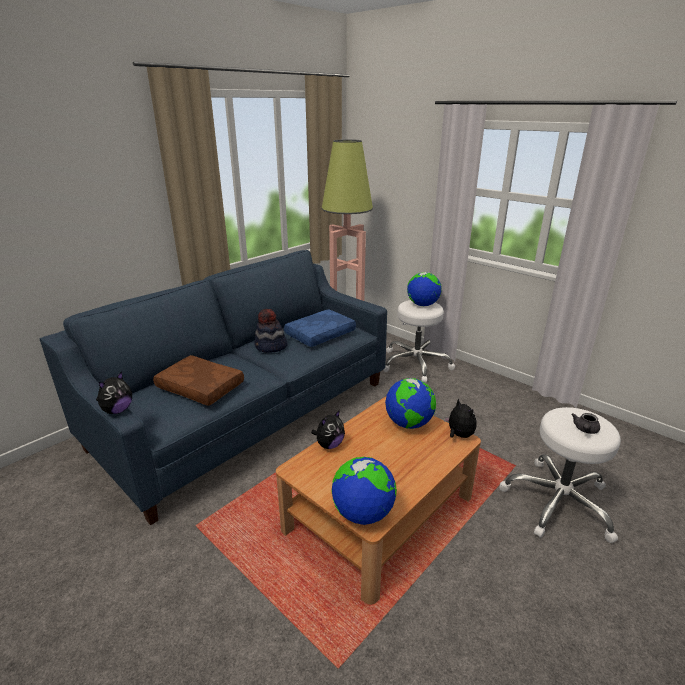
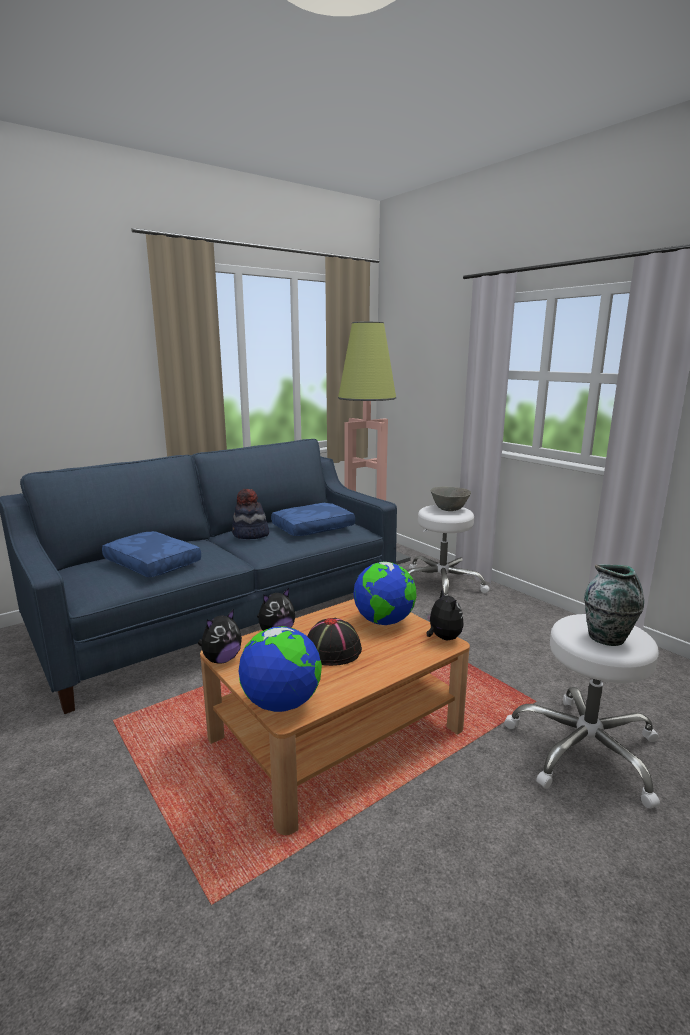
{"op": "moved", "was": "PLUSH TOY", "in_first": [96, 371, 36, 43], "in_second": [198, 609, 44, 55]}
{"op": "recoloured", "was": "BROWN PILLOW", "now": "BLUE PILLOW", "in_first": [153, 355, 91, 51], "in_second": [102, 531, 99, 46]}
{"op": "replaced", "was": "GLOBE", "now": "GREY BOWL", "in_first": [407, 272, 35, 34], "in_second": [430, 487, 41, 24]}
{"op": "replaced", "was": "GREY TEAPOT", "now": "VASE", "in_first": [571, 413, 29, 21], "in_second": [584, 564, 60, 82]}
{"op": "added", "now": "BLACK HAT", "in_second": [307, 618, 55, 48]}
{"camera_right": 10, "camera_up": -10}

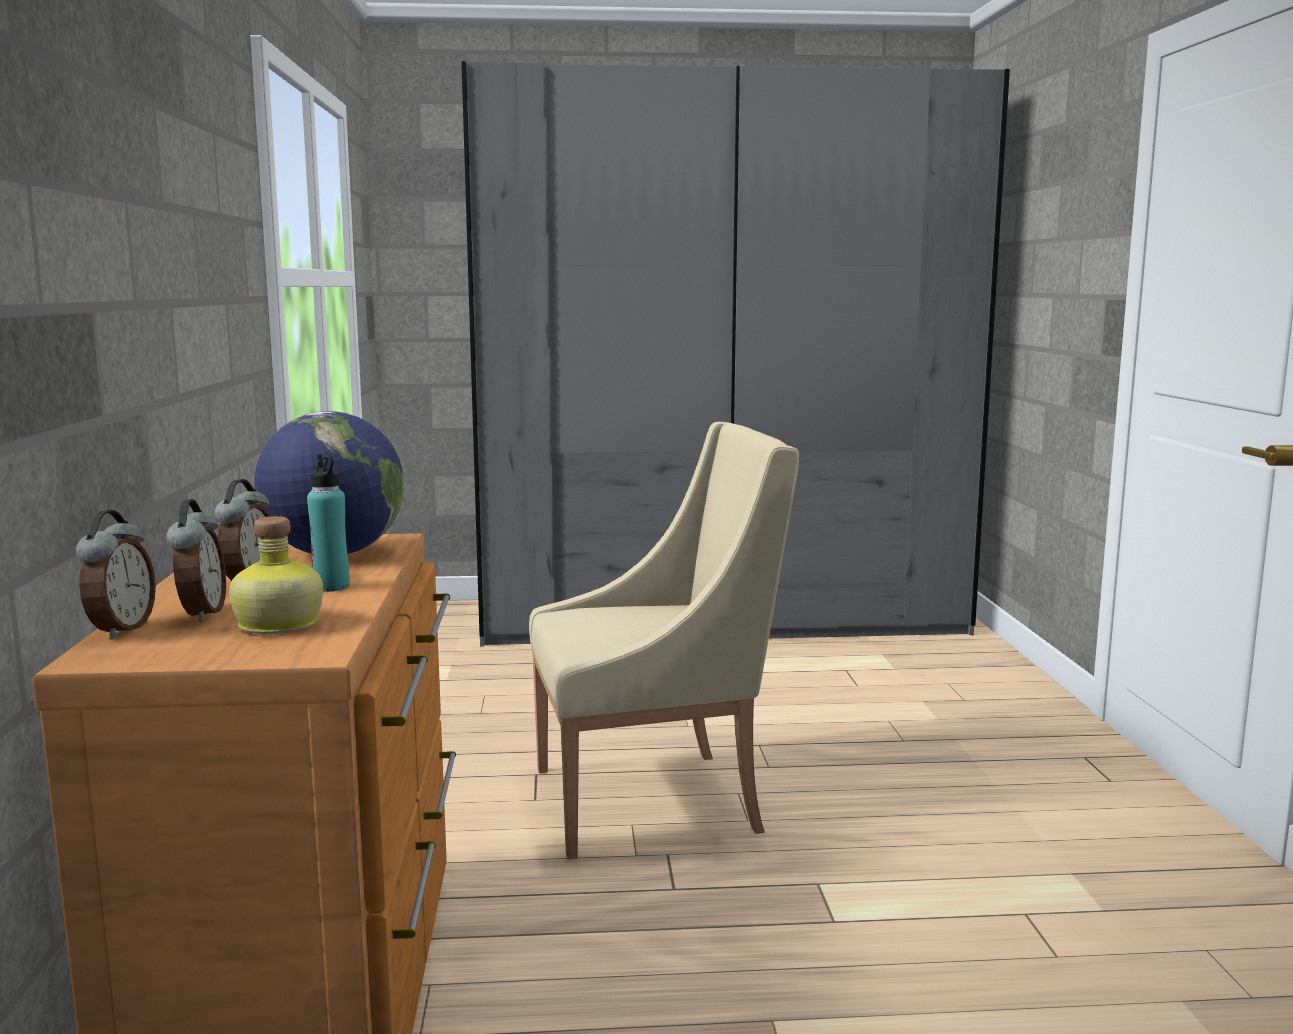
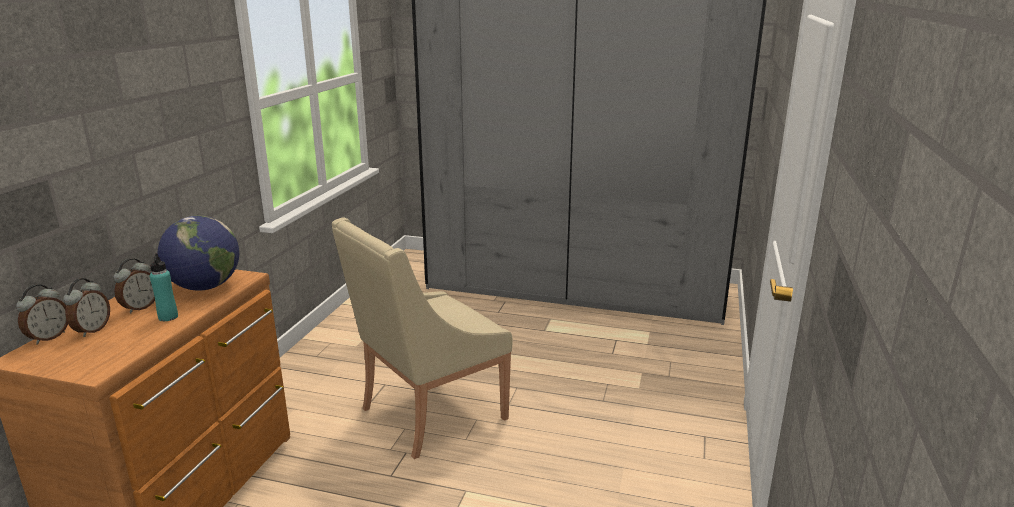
{"op": "removed", "was": "BOTTLE", "in_first": [229, 516, 94, 118]}
{"op": "turned", "was": "BEIGE ARMCHAIR", "in_first": [529, 422, 270, 438], "in_second": [332, 217, 181, 242], "clockwise": 135}
{"camera_right": 20, "camera_up": 10}

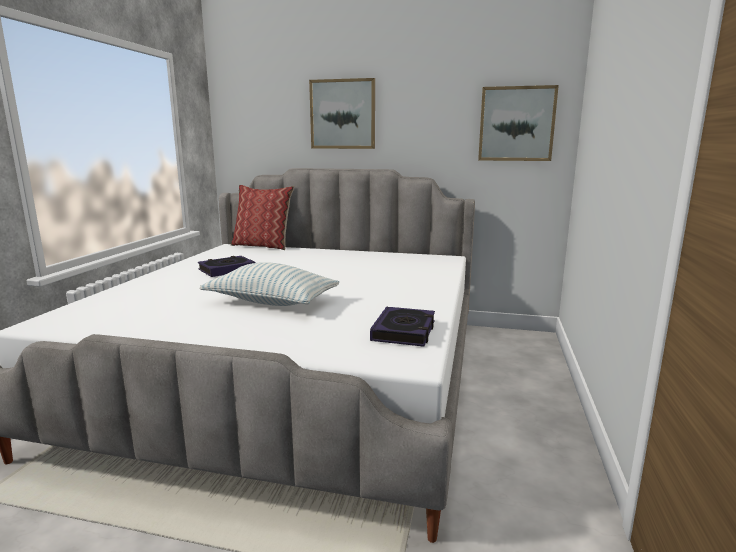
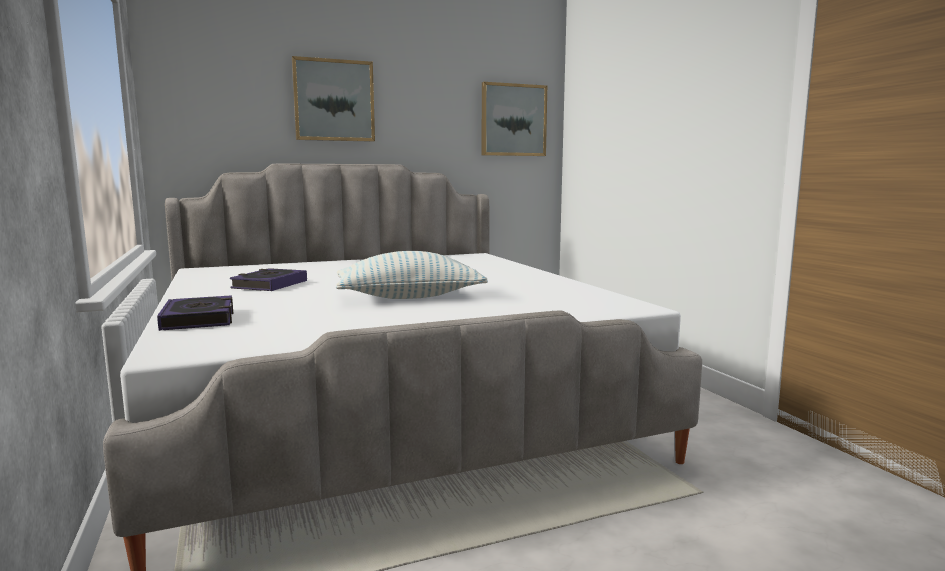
{"op": "removed", "was": "PILLOW", "in_first": [231, 185, 63, 65]}
{"op": "moved", "was": "BOOK", "in_first": [370, 307, 65, 40], "in_second": [157, 296, 76, 35]}
{"camera_right": -35, "camera_up": -5}

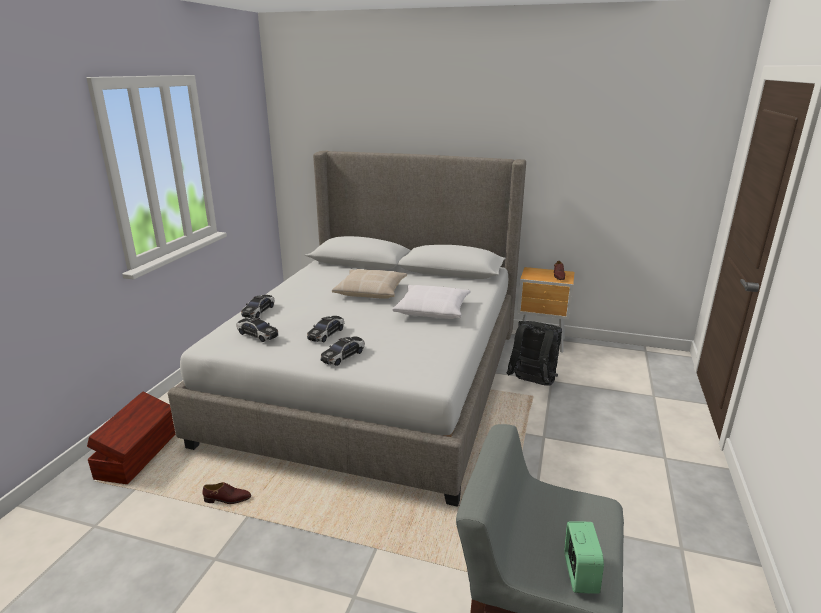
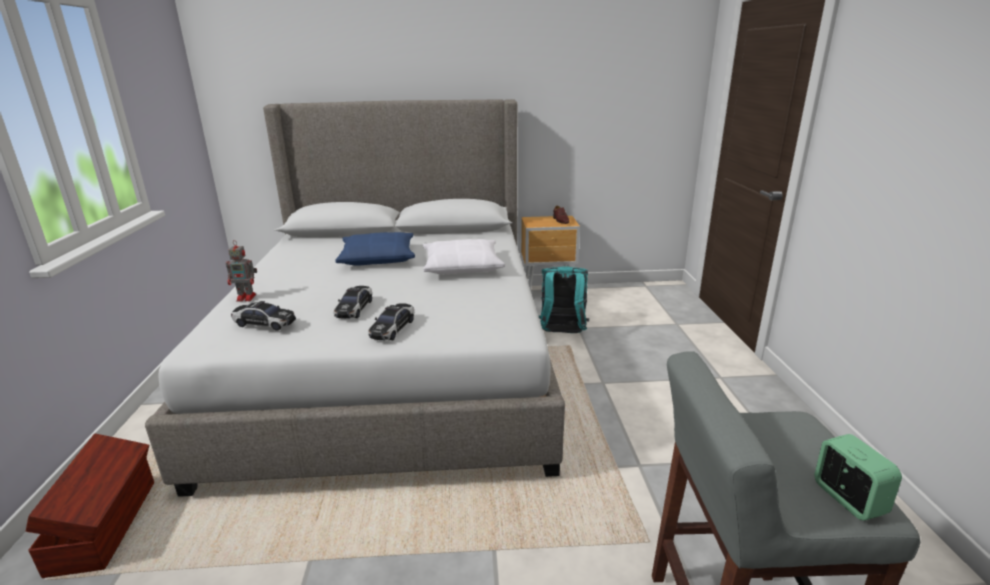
{"op": "removed", "was": "BROWN SHOE", "in_first": [202, 482, 49, 22]}
{"op": "replaced", "was": "TOY CAR", "now": "TOY ROBOT", "in_first": [241, 295, 33, 23], "in_second": [226, 240, 31, 62]}
{"op": "recoloured", "was": "BEIGE PILLOW", "now": "BLUE PILLOW", "in_first": [332, 269, 75, 30], "in_second": [335, 232, 80, 33]}
{"op": "recoloured", "was": "BLACK BACKPACK", "now": "TURQUOISE BACKPACK", "in_first": [507, 321, 55, 65], "in_second": [539, 266, 50, 67]}
{"camera_right": -20, "camera_up": 0}

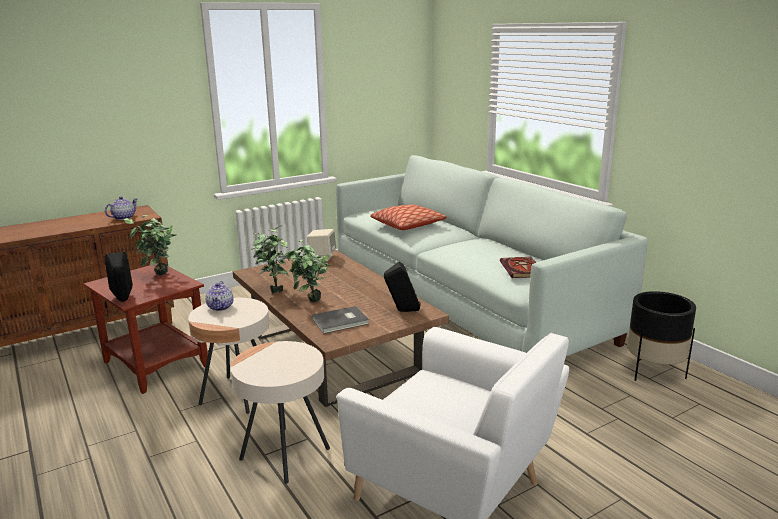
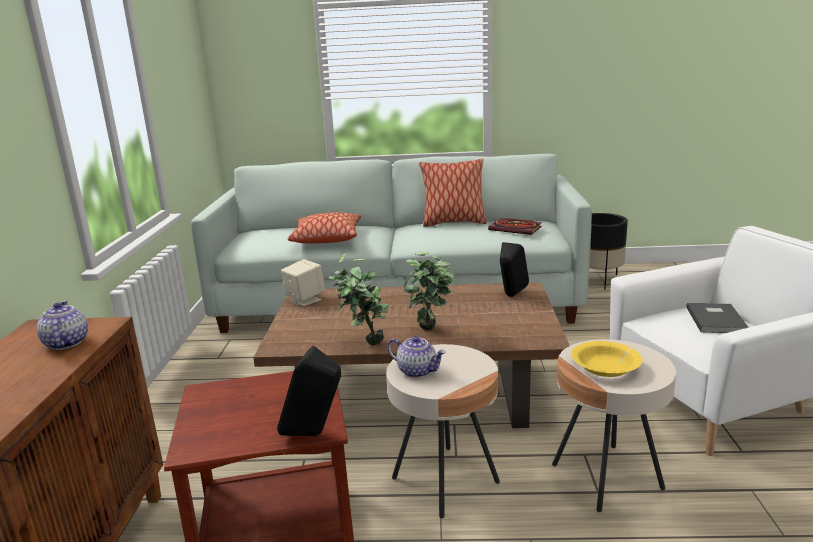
{"op": "removed", "was": "POTTED PLANT", "in_first": [124, 215, 52, 60]}
{"op": "moved", "was": "GREY BOOK", "in_first": [312, 306, 57, 28], "in_second": [686, 303, 63, 30]}
{"op": "added", "now": "PILLOW", "in_second": [419, 159, 68, 68]}
{"op": "added", "now": "YELLOW BOWL", "in_second": [571, 341, 71, 36]}
{"camera_right": -55, "camera_up": 0}

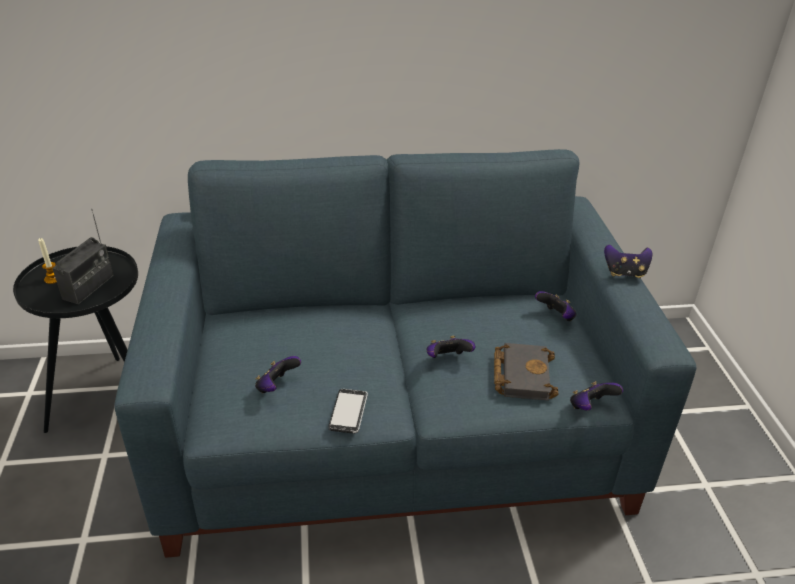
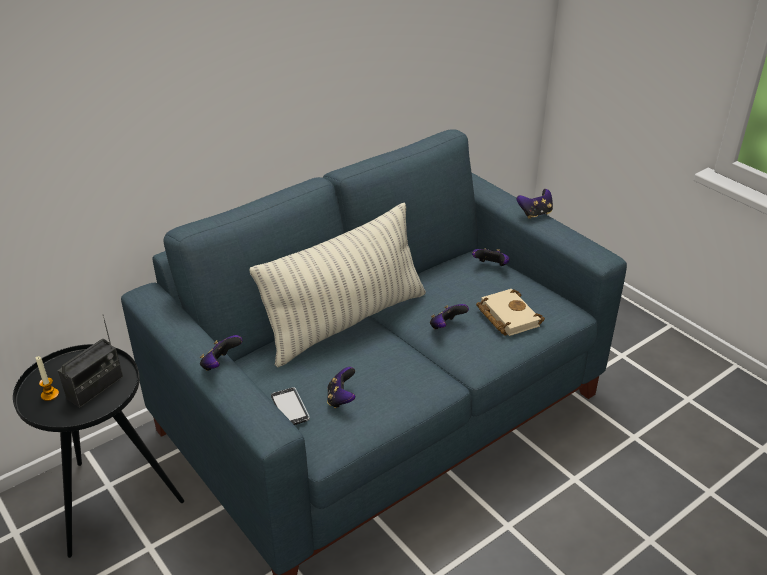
{"op": "turned", "was": "RADIO", "in_first": [52, 209, 62, 95], "in_second": [58, 314, 65, 93], "clockwise": 45}
{"op": "moved", "was": "PHONE", "in_first": [328, 389, 40, 45], "in_second": [271, 387, 39, 38]}
{"op": "recoloured", "was": "BLACK BOOK", "now": "BEIGE BOOK", "in_first": [494, 343, 64, 58], "in_second": [476, 289, 69, 47]}
{"op": "moved", "was": "GAME CONTROLLER", "in_first": [570, 381, 53, 30], "in_second": [200, 335, 42, 36]}
{"op": "added", "now": "PILLOW", "in_second": [249, 202, 177, 165]}
{"camera_right": -30, "camera_up": 0}

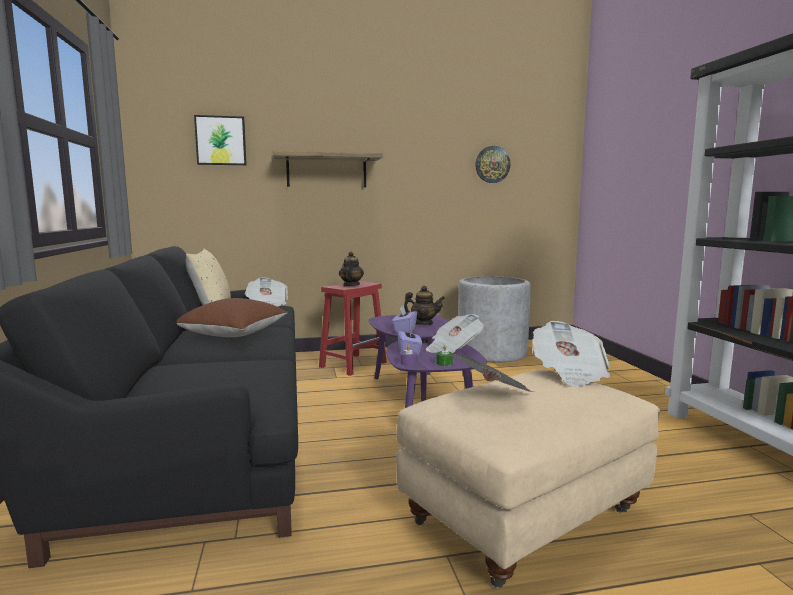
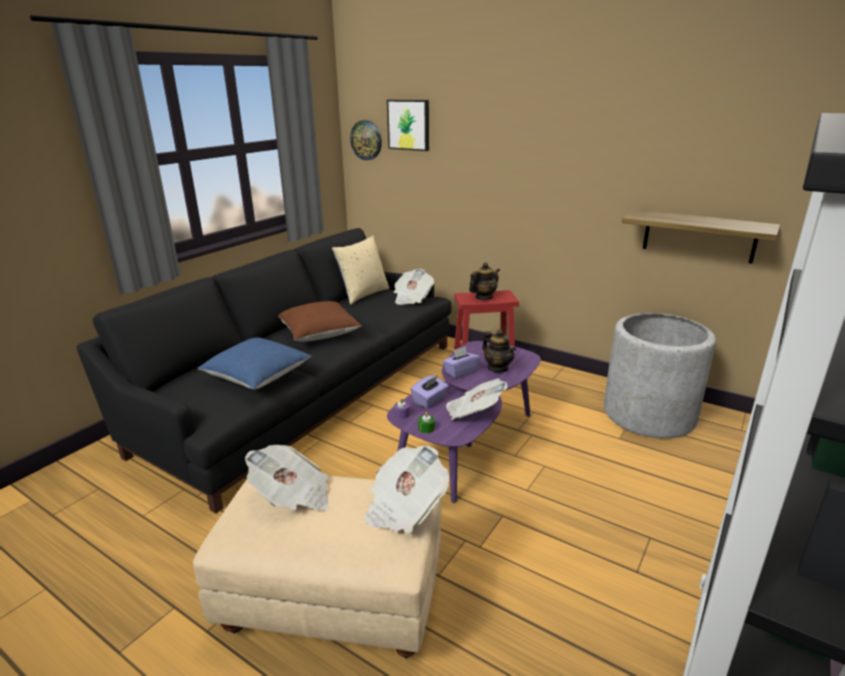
{"op": "moved", "was": "SHELF", "in_first": [273, 151, 110, 36], "in_second": [622, 209, 158, 55]}
{"op": "moved", "was": "WALL CLOCK", "in_first": [475, 146, 36, 37], "in_second": [350, 120, 32, 40]}
{"op": "added", "now": "BLUE PILLOW", "in_second": [198, 337, 113, 52]}
{"camera_right": 45, "camera_up": 15}

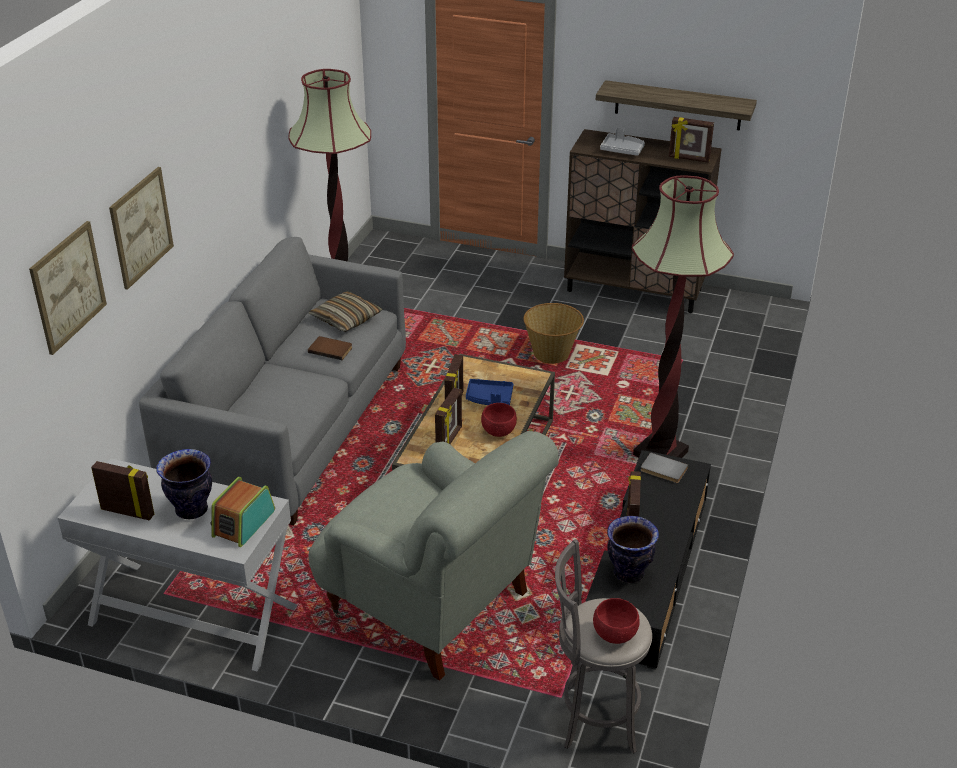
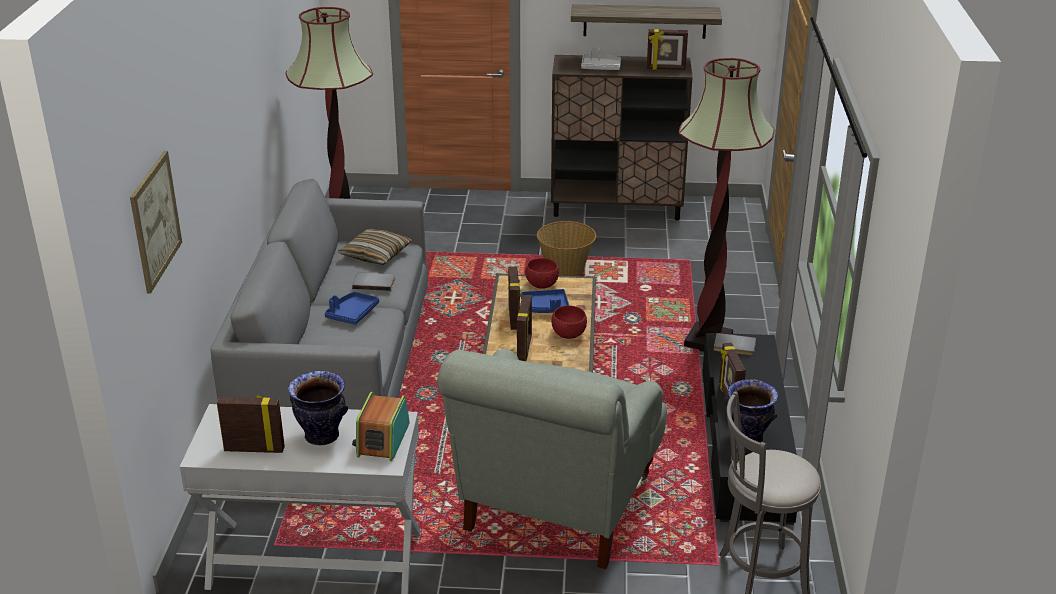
{"op": "removed", "was": "PICTURE", "in_first": [109, 167, 65, 123]}
{"op": "recoloured", "was": "BROWN BOOK", "now": "GREY BOOK", "in_first": [308, 336, 44, 24], "in_second": [352, 272, 43, 19]}
{"op": "turned", "was": "GREY ARMCHAIR", "in_first": [308, 431, 251, 250], "in_second": [437, 349, 230, 220], "clockwise": 90}
{"op": "moved", "was": "RED BOWL", "in_first": [593, 598, 47, 46], "in_second": [525, 258, 34, 31]}
{"op": "added", "now": "BLUE TRAY", "in_second": [324, 292, 55, 33]}
{"camera_right": -15, "camera_up": -5}

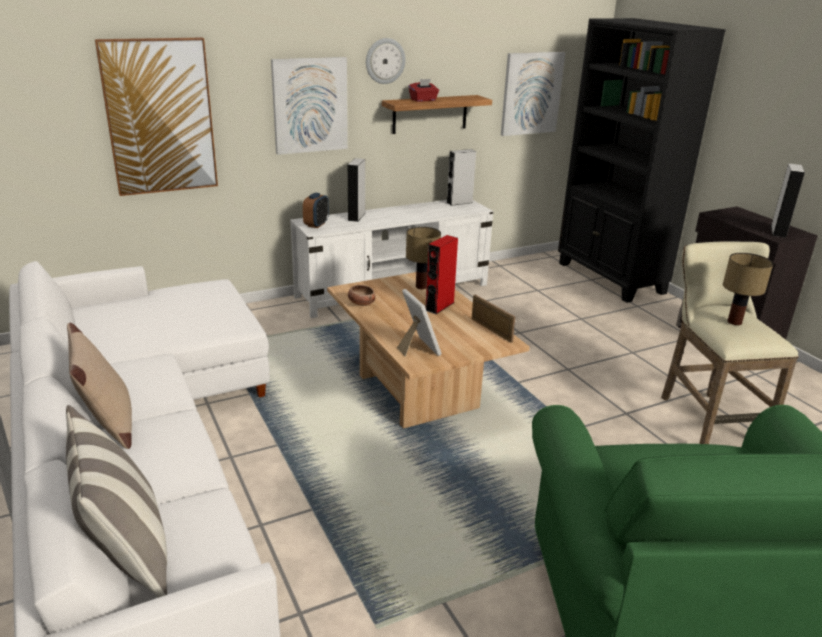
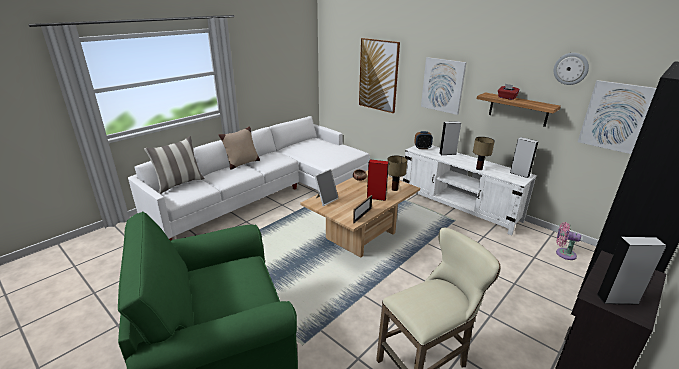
{"op": "moved", "was": "WALL CLOCK", "in_first": [366, 38, 40, 46], "in_second": [554, 53, 35, 32]}
{"op": "moved", "was": "TABLE LAMP", "in_first": [723, 253, 50, 72], "in_second": [473, 137, 22, 33]}
{"op": "added", "now": "PINK FAN", "in_second": [556, 222, 25, 38]}
{"camera_right": 70, "camera_up": 0}

